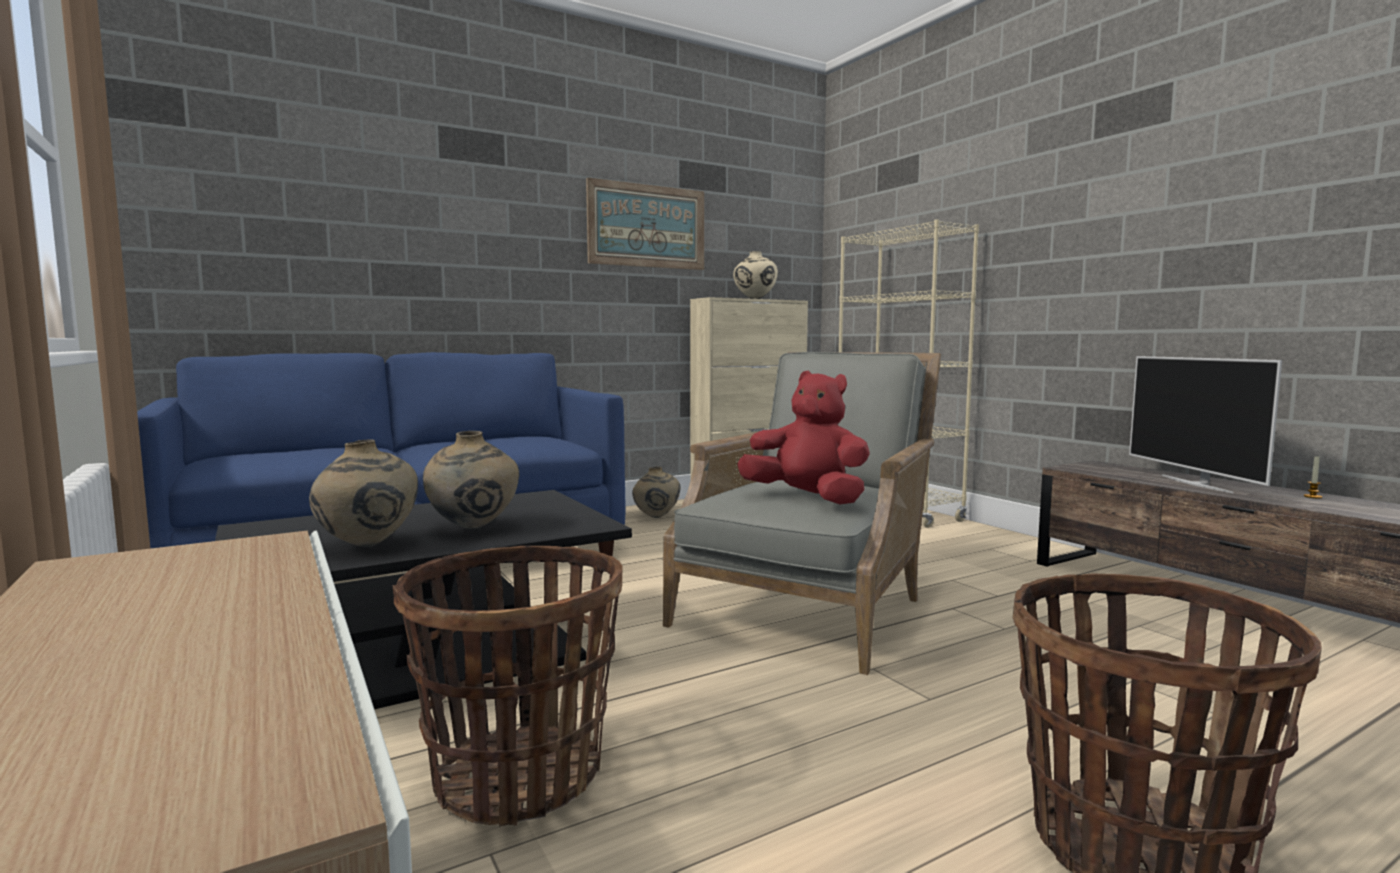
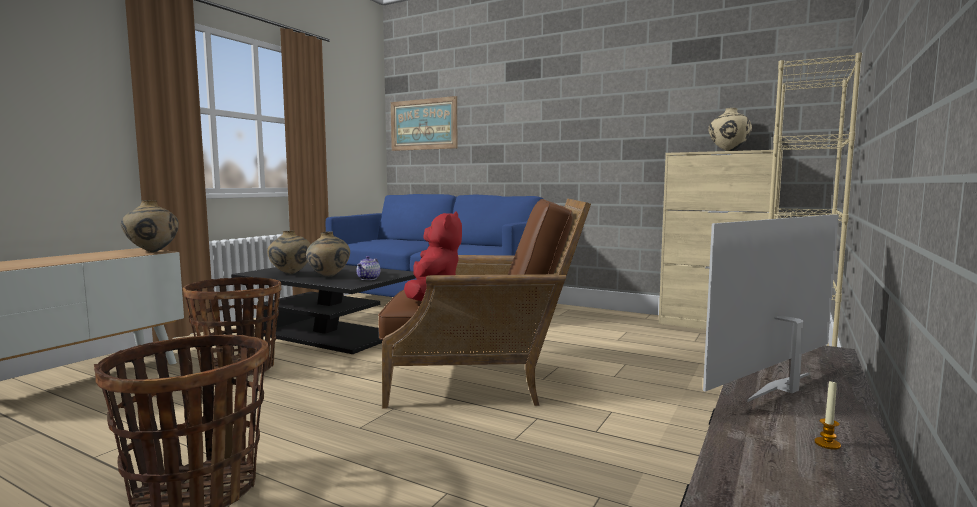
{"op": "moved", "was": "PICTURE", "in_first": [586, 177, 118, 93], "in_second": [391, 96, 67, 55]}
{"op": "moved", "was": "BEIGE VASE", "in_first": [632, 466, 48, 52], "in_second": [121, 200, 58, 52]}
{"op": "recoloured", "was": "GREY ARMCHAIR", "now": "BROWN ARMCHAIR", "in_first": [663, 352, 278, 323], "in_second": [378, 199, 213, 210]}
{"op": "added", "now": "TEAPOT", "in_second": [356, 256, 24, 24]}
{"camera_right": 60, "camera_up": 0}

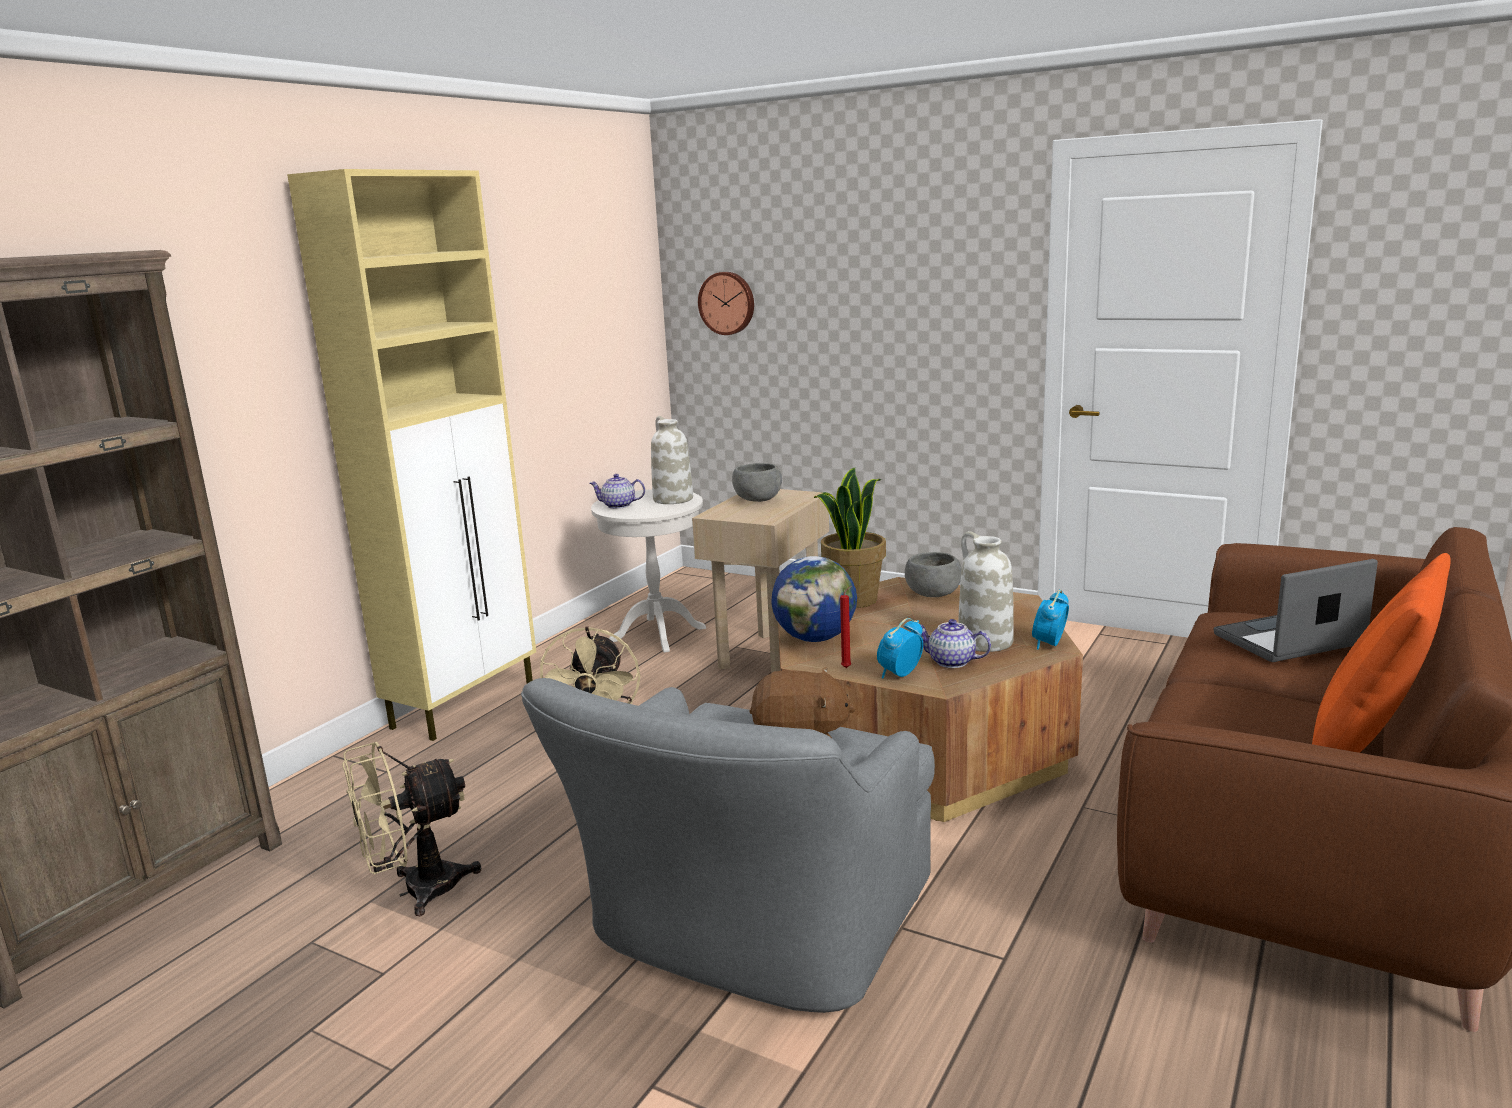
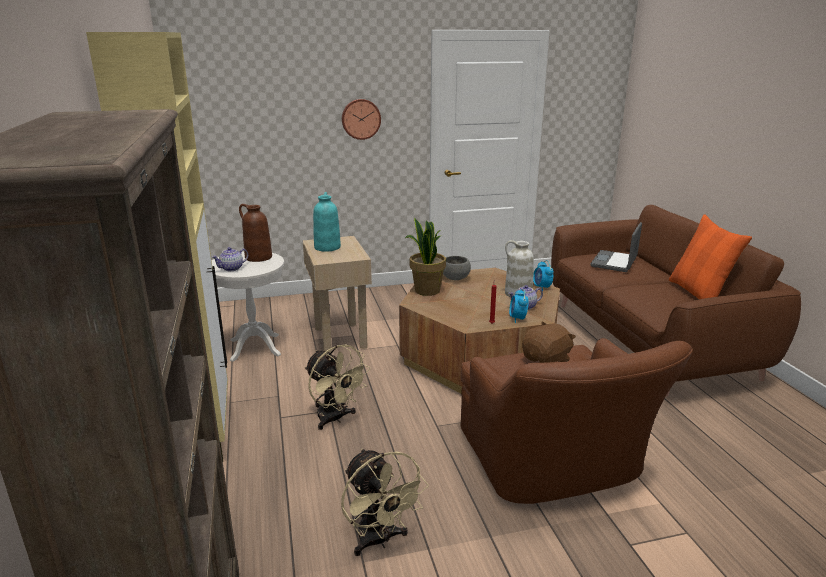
{"op": "turned", "was": "BEIGE FAN", "in_first": [342, 742, 140, 174], "in_second": [341, 449, 88, 107], "clockwise": -45}
{"op": "recoloured", "was": "GREY ARMCHAIR", "now": "BROWN ARMCHAIR", "in_first": [521, 678, 414, 335], "in_second": [461, 338, 232, 166]}
{"op": "recoloured", "was": "WHITE VASE", "now": "BROWN VASE", "in_first": [651, 416, 42, 88], "in_second": [239, 204, 33, 58]}
{"op": "moved", "was": "WALL CLOCK", "in_first": [698, 272, 56, 63], "in_second": [342, 99, 39, 41]}
{"op": "replaced", "was": "GREY BOWL", "now": "TURQUOISE VASE", "in_first": [732, 463, 50, 39], "in_second": [313, 192, 28, 60]}
{"op": "removed", "was": "GLOBE", "in_first": [771, 556, 86, 86]}
{"camera_right": -45, "camera_up": 5}

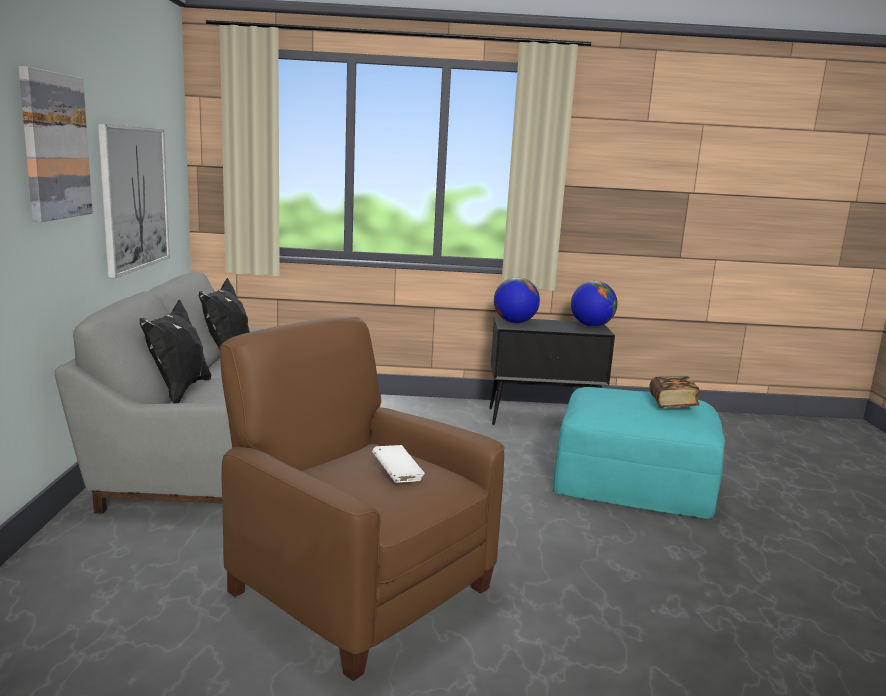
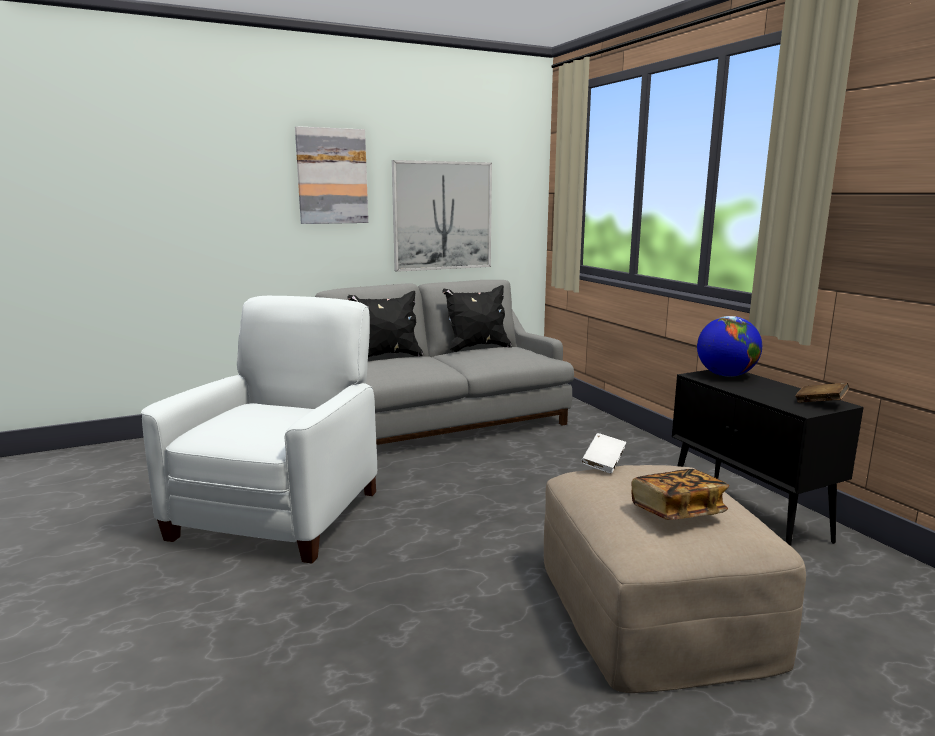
{"op": "recoloured", "was": "BROWN ARMCHAIR", "now": "WHITE ARMCHAIR", "in_first": [220, 316, 285, 365], "in_second": [141, 296, 236, 267]}
{"op": "moved", "was": "WHITE BOOK", "in_first": [372, 445, 53, 38], "in_second": [581, 433, 45, 40]}
{"op": "recoloured", "was": "TURQUOISE OTTOMAN", "now": "BEIGE OTTOMAN", "in_first": [553, 387, 172, 132], "in_second": [544, 465, 262, 228]}
{"op": "replaced", "was": "GLOBE", "now": "BROWN BOOK", "in_first": [571, 281, 47, 46], "in_second": [795, 383, 54, 20]}
{"camera_right": 65, "camera_up": 0}

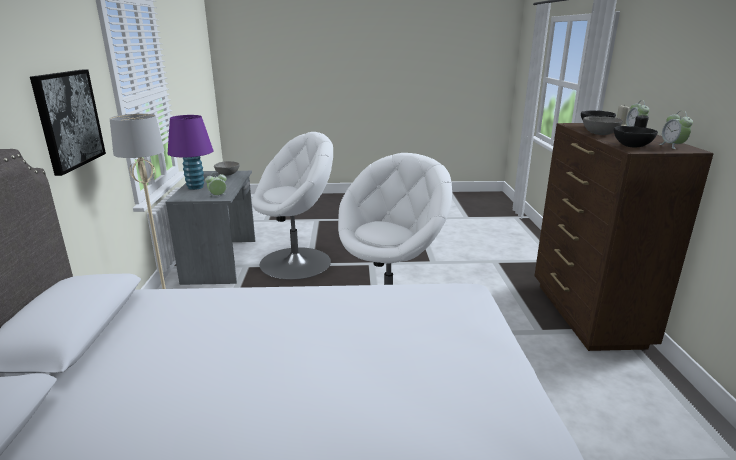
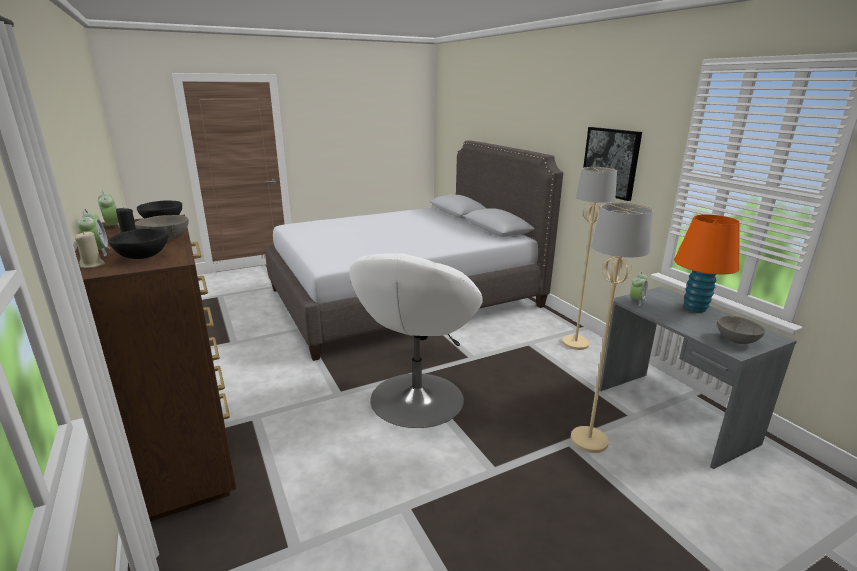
{"op": "recoloured", "was": "PURPLE TABLE LAMP", "now": "ORANGE TABLE LAMP", "in_first": [168, 115, 45, 75], "in_second": [674, 214, 66, 99]}
{"op": "replaced", "was": "WHITE ARMCHAIR", "now": "BEIGE FLOOR LAMP", "in_first": [251, 132, 82, 148], "in_second": [571, 203, 82, 250]}
{"camera_right": 155, "camera_up": 0}

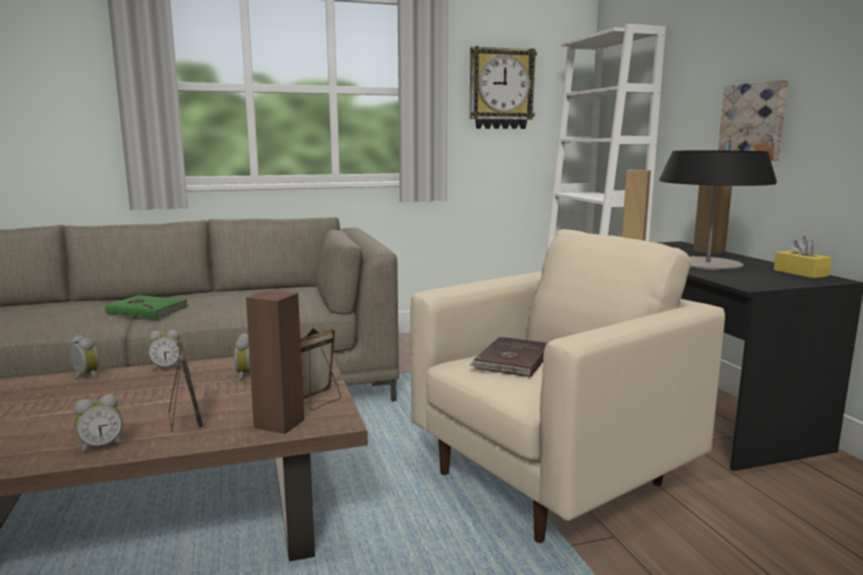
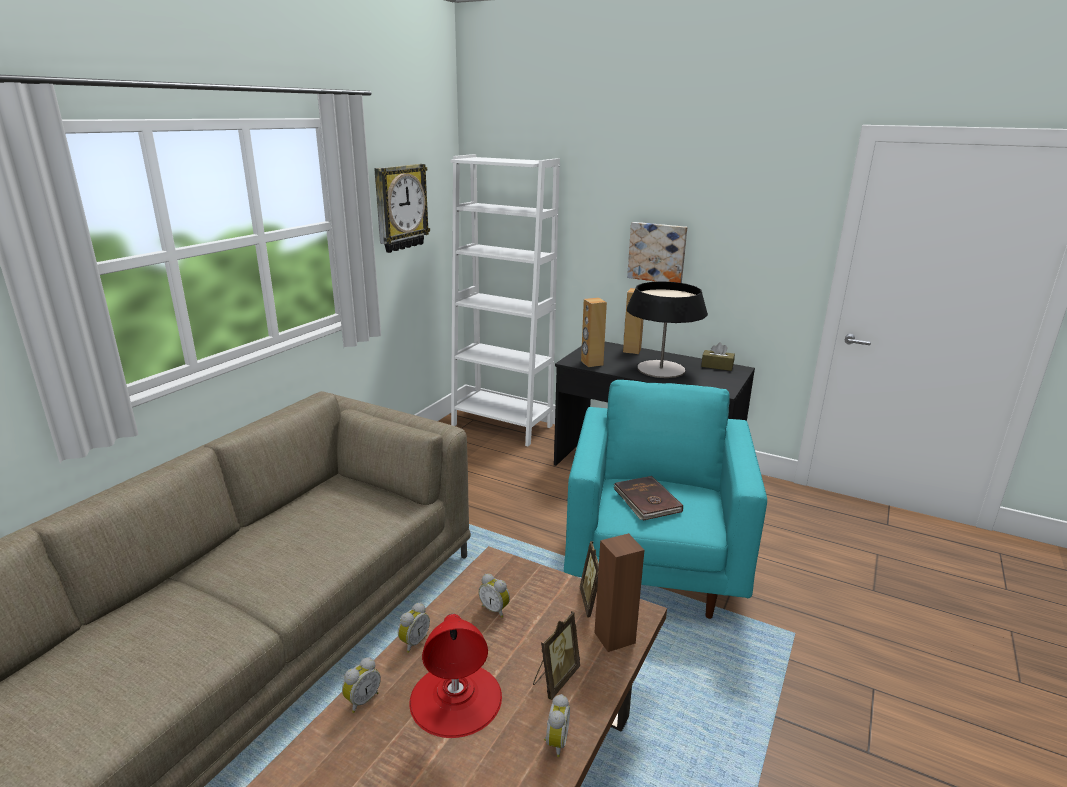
{"op": "turned", "was": "ALARM CLOCK", "in_first": [70, 335, 29, 45], "in_second": [342, 657, 39, 56], "clockwise": 135}
{"op": "removed", "was": "GREEN BOOK", "in_first": [105, 295, 83, 23]}
{"op": "turned", "was": "PICTURE FRAME", "in_first": [169, 342, 34, 89], "in_second": [533, 611, 47, 89], "clockwise": 105}
{"op": "recoloured", "was": "BEIGE ARMCHAIR", "now": "TURQUOISE ARMCHAIR", "in_first": [410, 229, 315, 314], "in_second": [564, 380, 203, 239]}
{"op": "recoloured", "was": "YELLOW TISSUE BOX", "now": "BROWN TISSUE BOX", "in_first": [774, 236, 58, 42], "in_second": [701, 343, 34, 28]}
{"op": "added", "now": "RED TABLE LAMP", "in_second": [409, 614, 93, 124]}
{"camera_right": -45, "camera_up": 10}

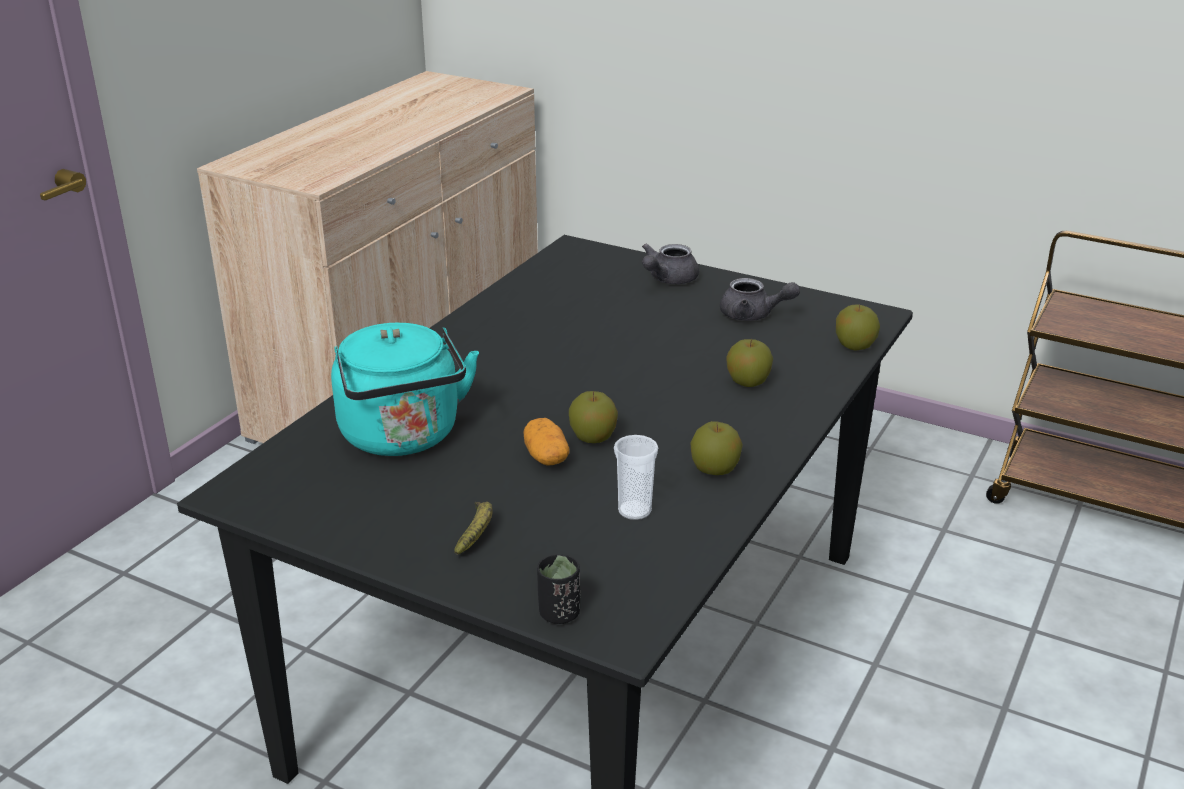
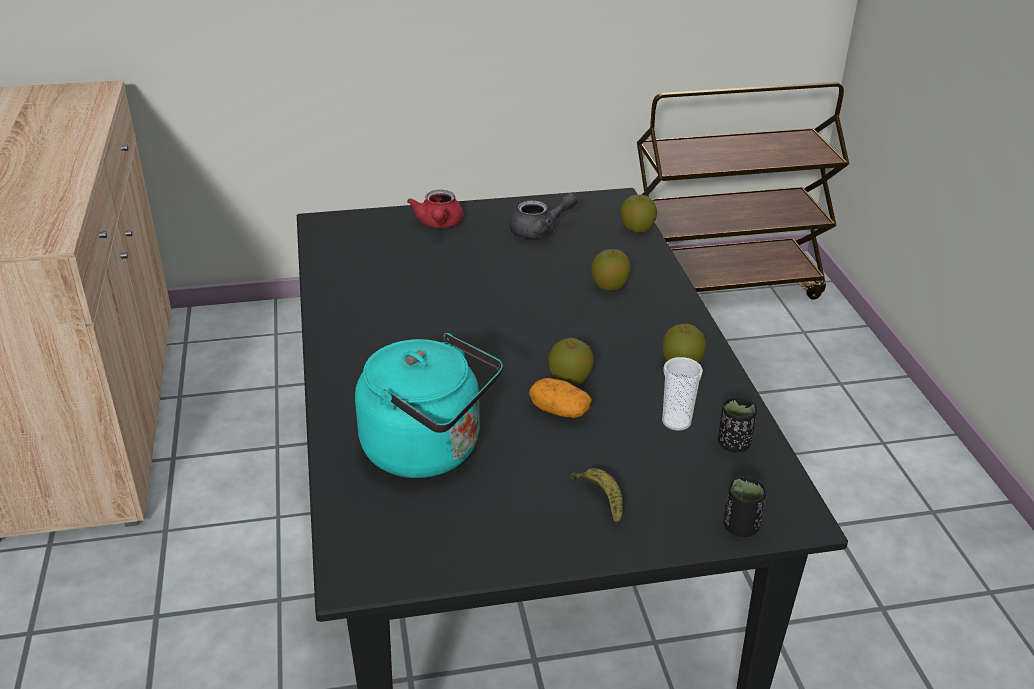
{"op": "recoloured", "was": "GREY TEAPOT", "now": "RED TEAPOT", "in_first": [642, 243, 57, 41], "in_second": [407, 190, 56, 38]}
{"op": "added", "now": "BLACK CUP", "in_second": [718, 397, 39, 55]}
{"camera_right": -40, "camera_up": 5}

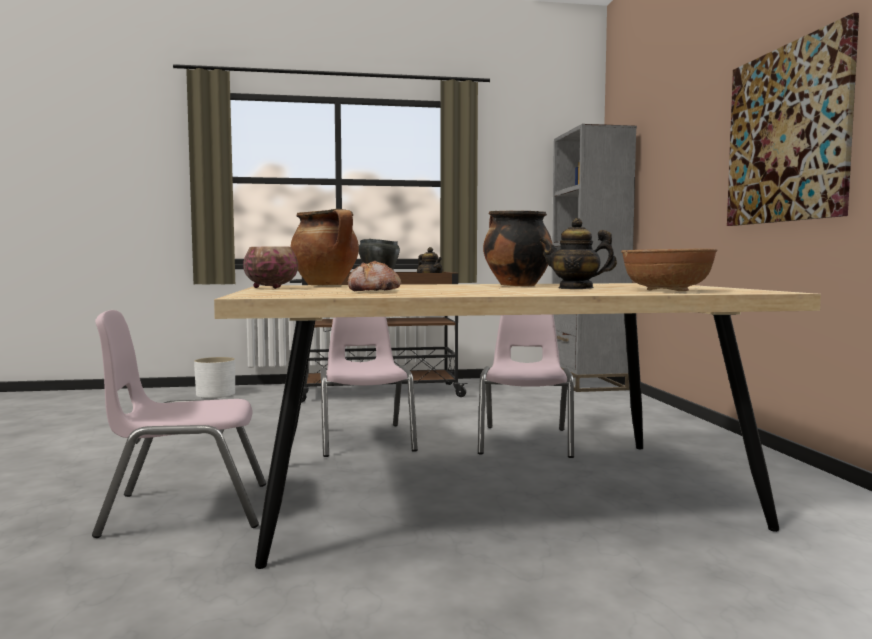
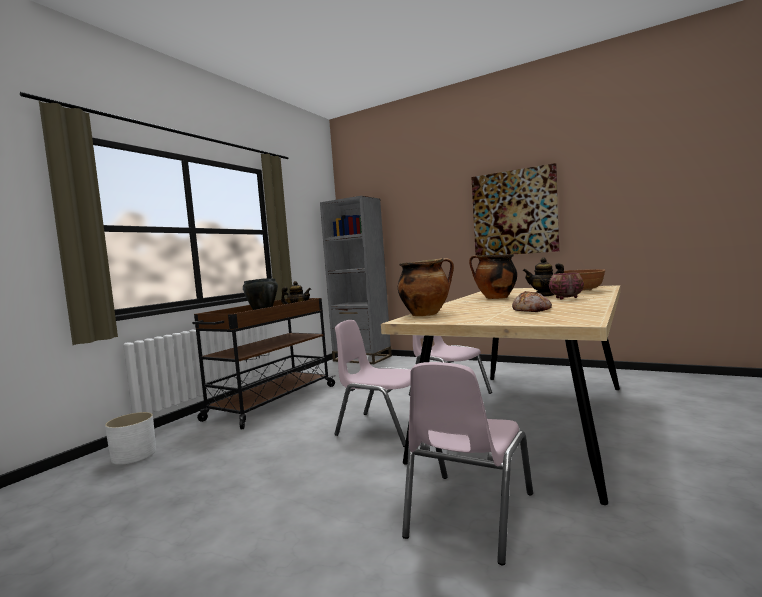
{"op": "moved", "was": "BOWL", "in_first": [243, 247, 55, 42], "in_second": [549, 273, 35, 27]}
{"op": "turned", "was": "TEAPOT", "in_first": [539, 218, 78, 71], "in_second": [523, 258, 41, 38], "clockwise": 45}
{"camera_right": -50, "camera_up": 0}

